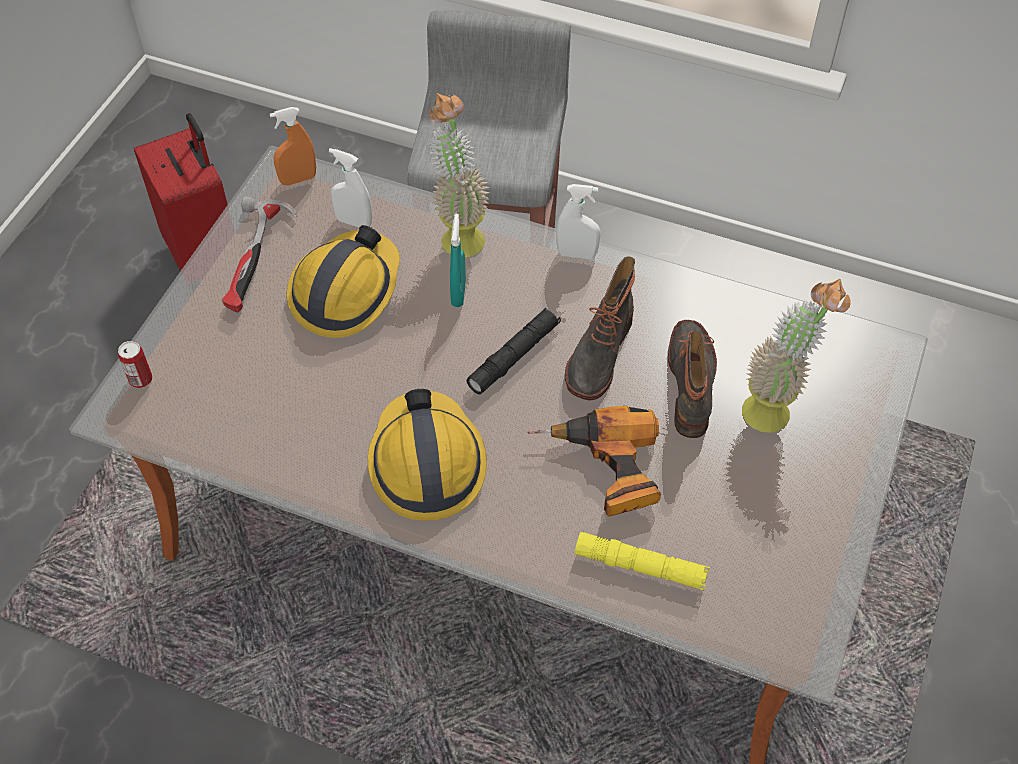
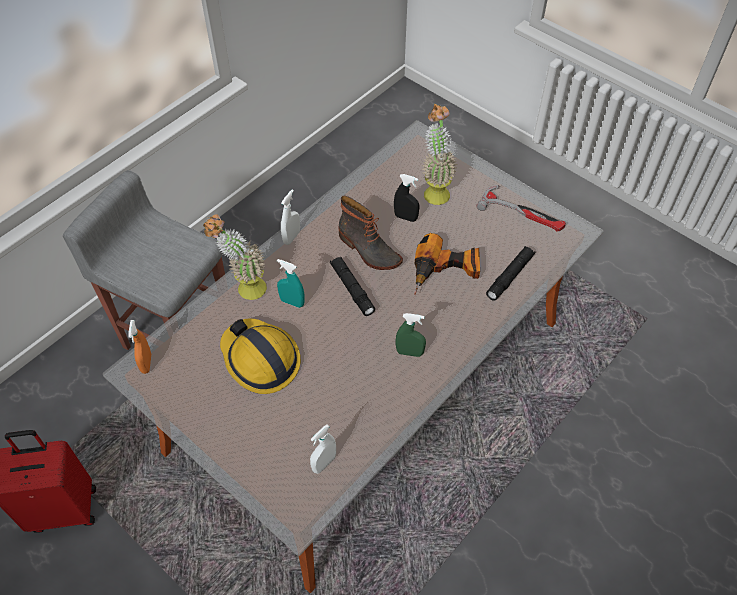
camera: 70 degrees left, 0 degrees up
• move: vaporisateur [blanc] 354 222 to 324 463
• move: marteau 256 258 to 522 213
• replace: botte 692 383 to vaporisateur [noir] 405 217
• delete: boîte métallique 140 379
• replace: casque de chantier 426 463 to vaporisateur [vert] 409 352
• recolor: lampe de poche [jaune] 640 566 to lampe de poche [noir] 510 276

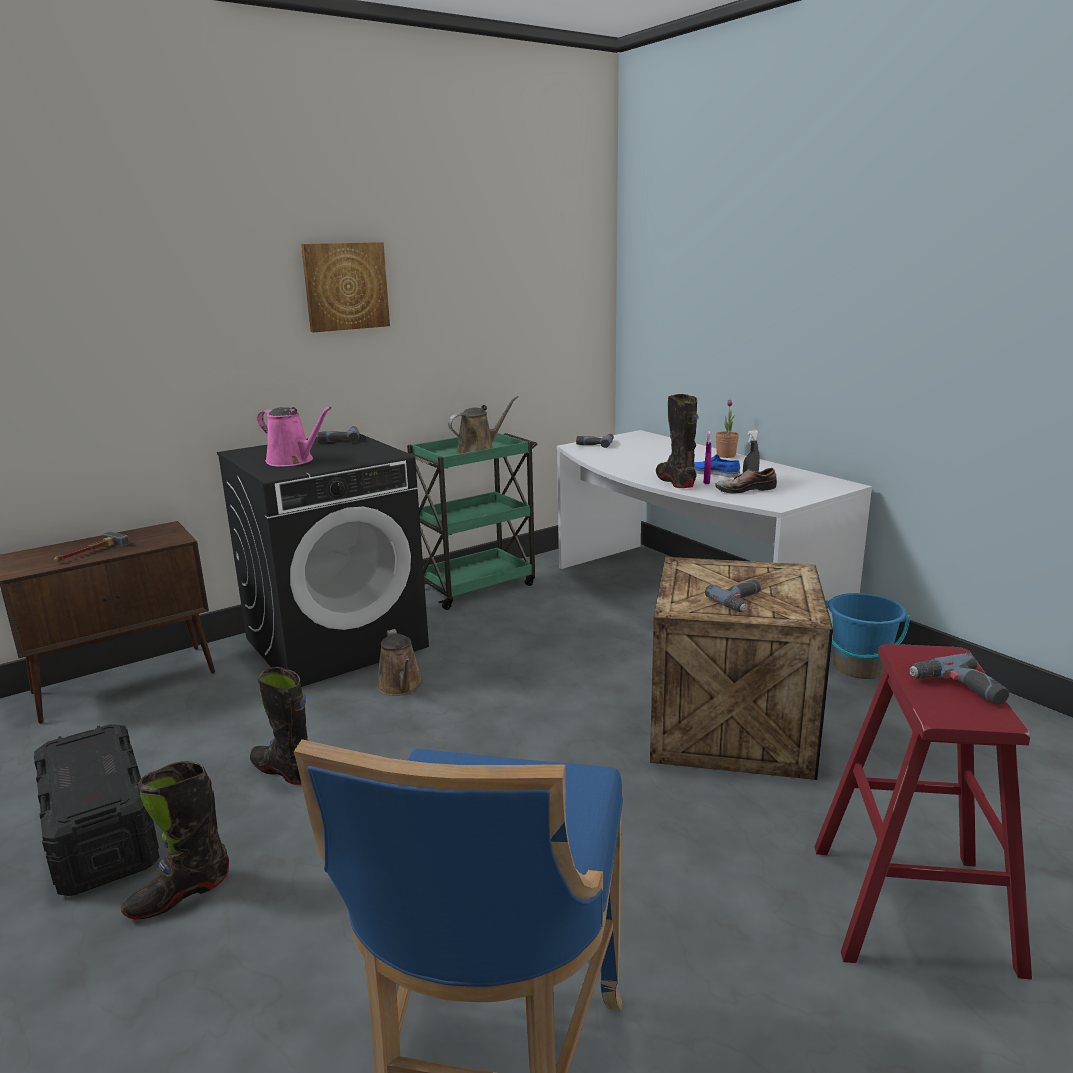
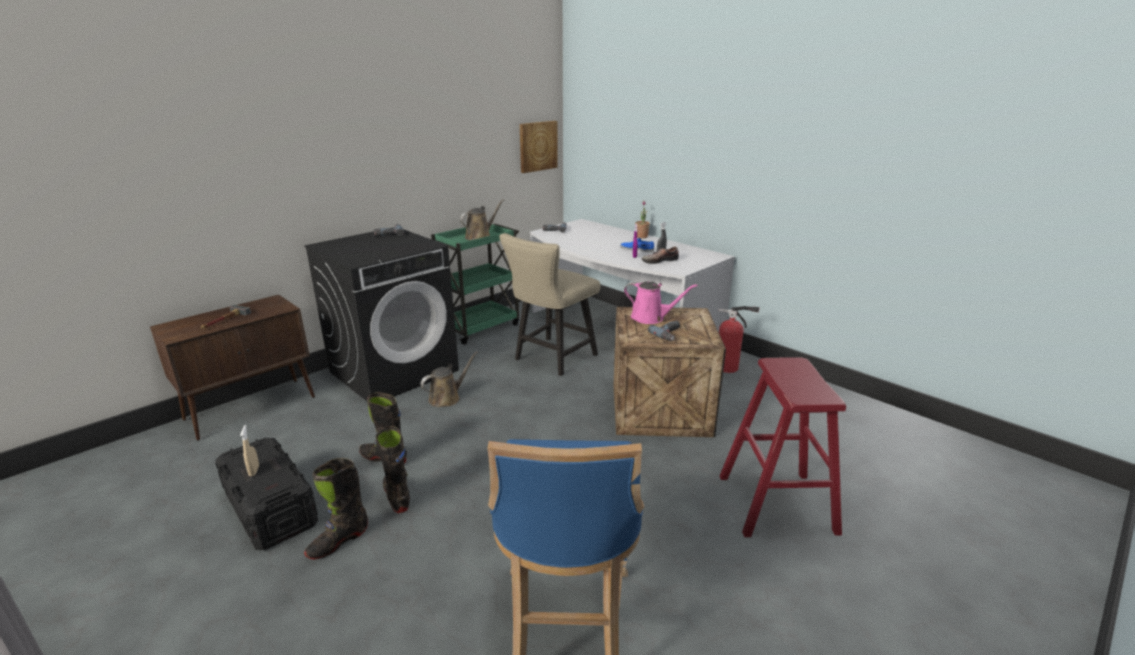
camera: 10 degrees left, 5 degrees up
• move: tableau 345 286 to 537 146
• move: botte [noir] 675 482 to 397 496
• move: arrosoir [rose] 293 461 to 651 318
• replace: seau [bleu] 859 668 to extincteur 729 368
• rotate: arrosoir [marron] 401 686 = 447 398 105 degrees counterclockwise
• delete: perceuse 958 689
• insert: chaise [beige] 551 359
• insert: vaporisateur [beige] 254 471

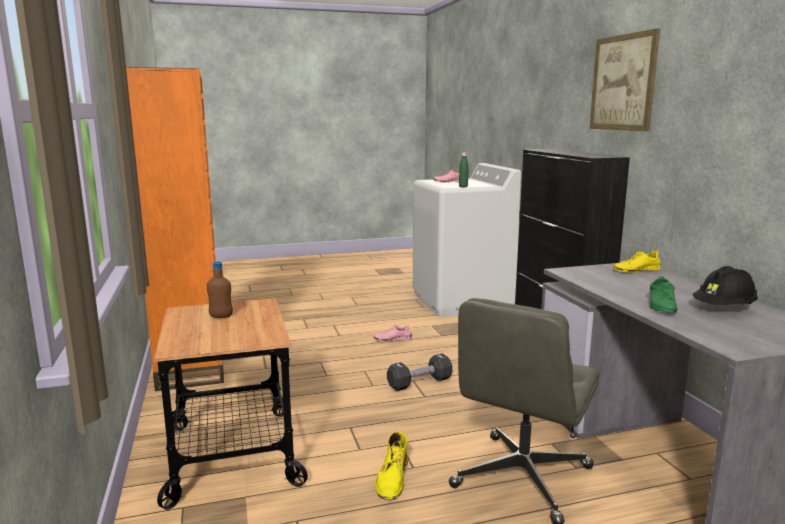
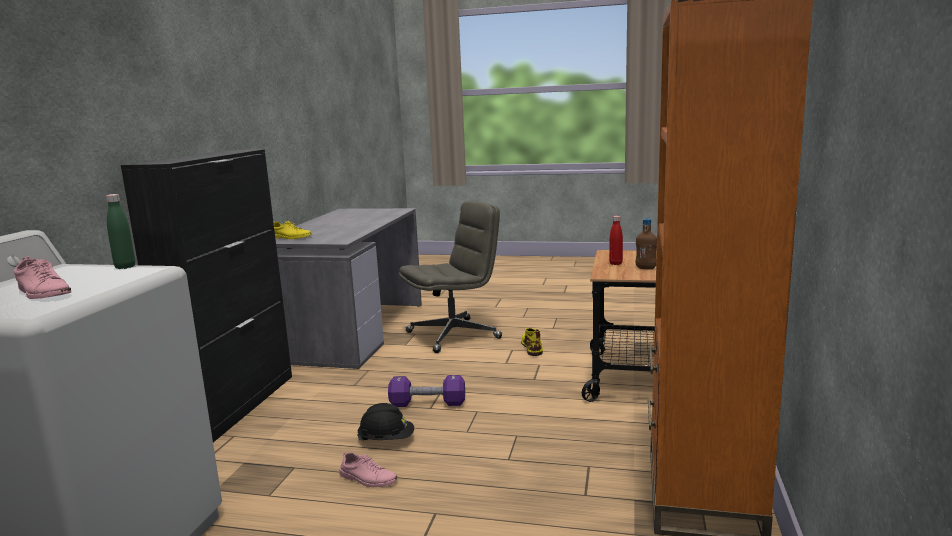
camera: 150 degrees left, 0 degrees up
• delete: tableau 623 83
• move: casque de chantier [noir] 724 309 to 387 440
• delete: chaussure [vert] 662 305
• recolor: haltère [noir] 419 383 to haltère [violet] 427 403
• rotate: botte [jaune] 392 479 = 532 347 45 degrees counterclockwise
• insert: bouteille [rouge] 615 263

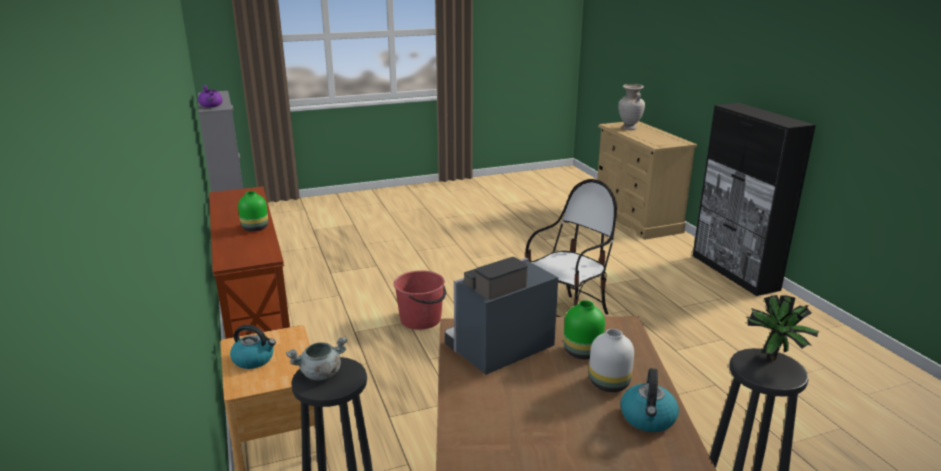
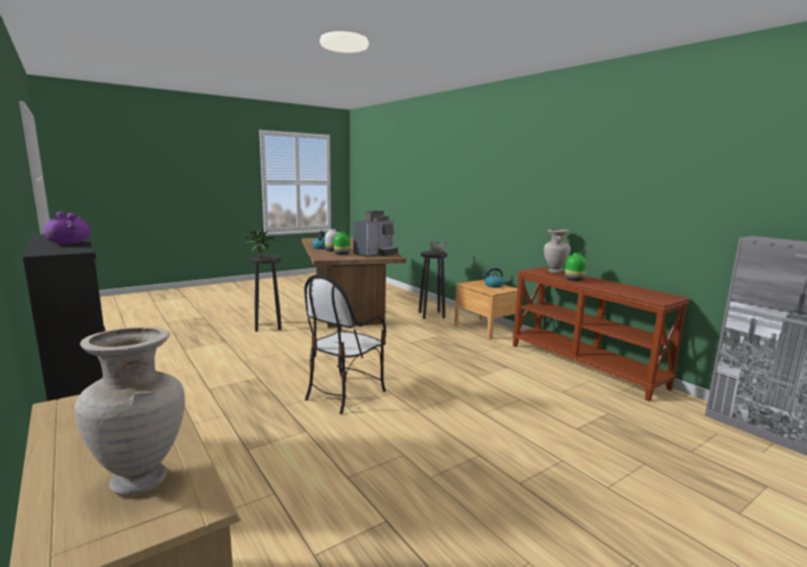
camera: 165 degrees right, 10 degrees down
• move: marmite [violet] 211 107 to 68 243
• delete: seau [rouge] 421 319
• insert: vase [beige] 554 271

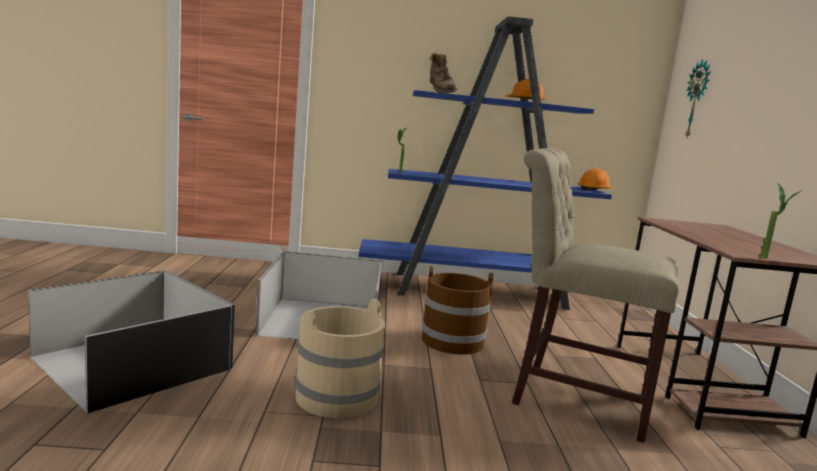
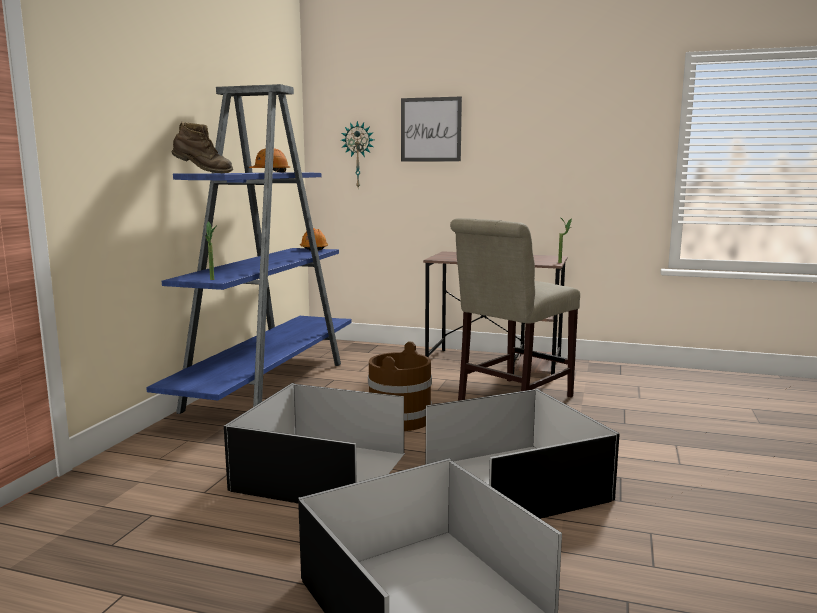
camera: 70 degrees left, 0 degrees up
• replace: seau [beige] 337 396 to boîte de rangement [noir] 513 481
• insert: tableau 431 129

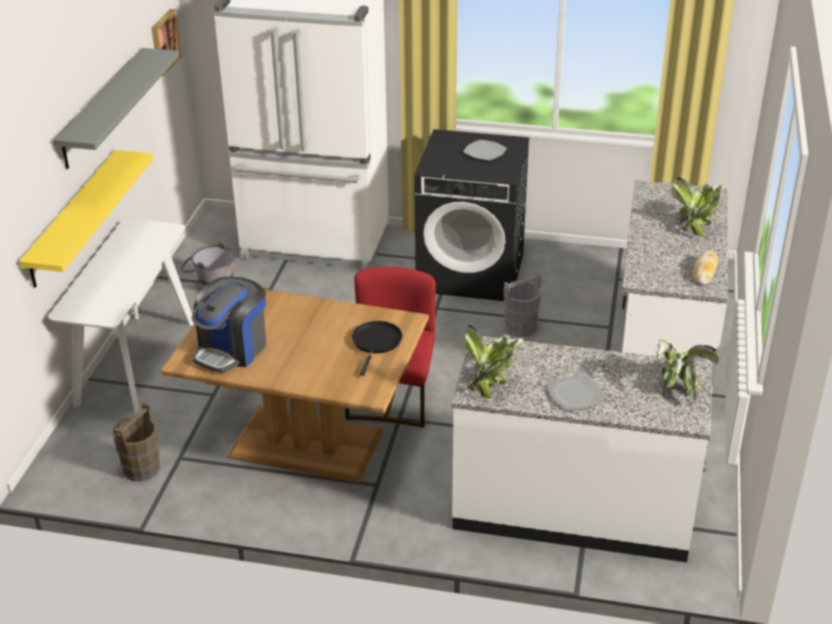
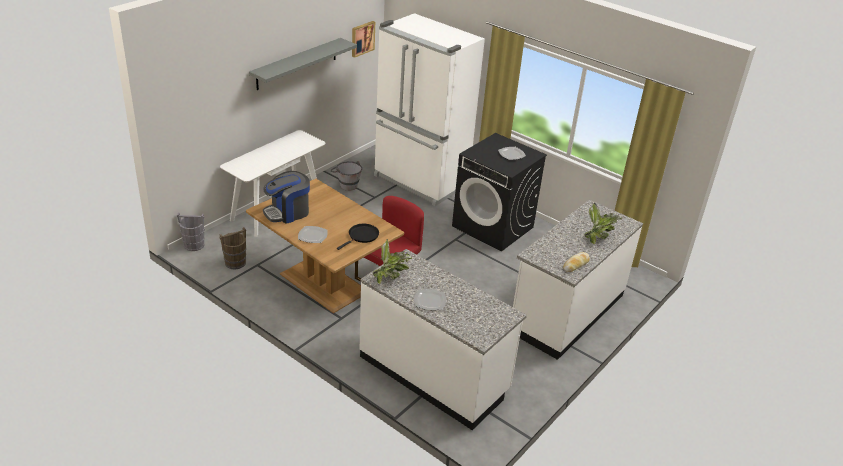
camera: 25 degrees right, 0 degrees up
• delete: étagère [jaune] 73 218
• move: seau [gris] 520 327 to 194 245
• delete: plante en pot 678 385
• insert: assiette 313 236

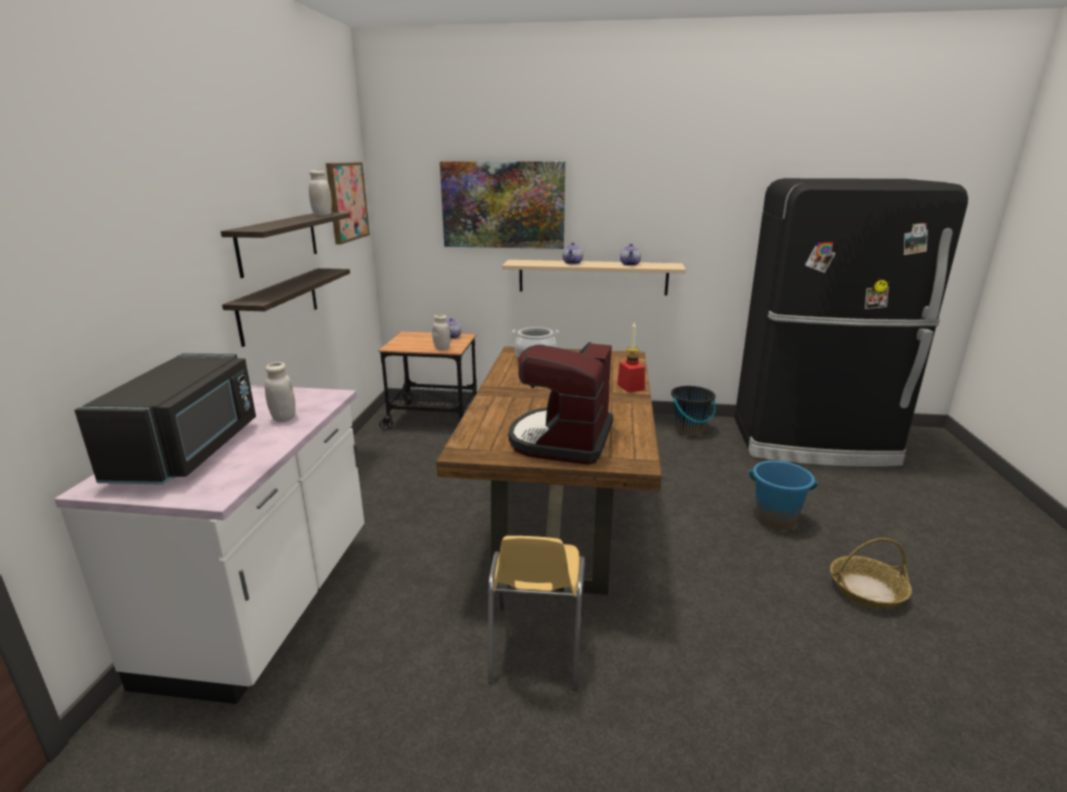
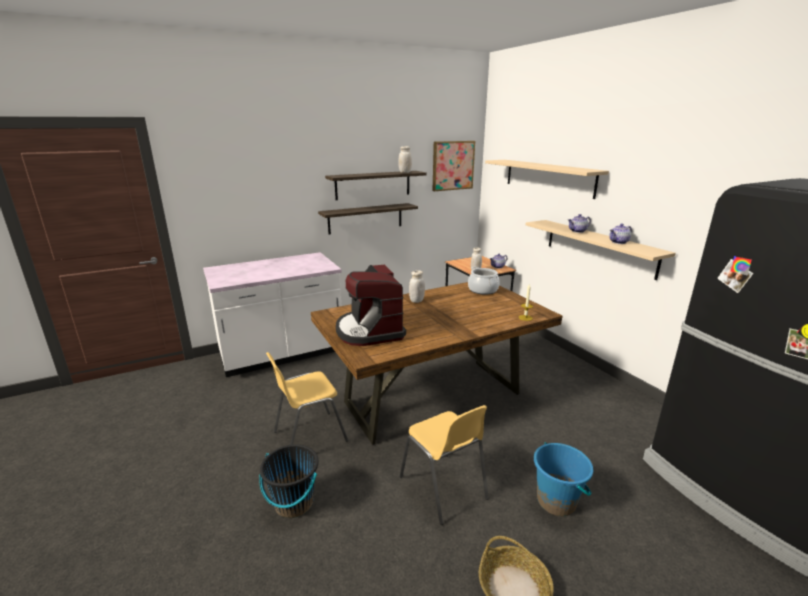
camera: 55 degrees right, 0 degrees up
• replace: tableau 503 205 to étagère [beige] 548 177
• rotate: machine à café 562 439 = 369 330 90 degrees counterclockwise
• delete: micro-ondes [noir] 190 450
• delete: bocal [rouge] 630 387
• move: bocal [blanc] 283 418 to 416 301
• move: seau [noir] 689 429 to 294 503
• insert: chaise [jaune] 443 488

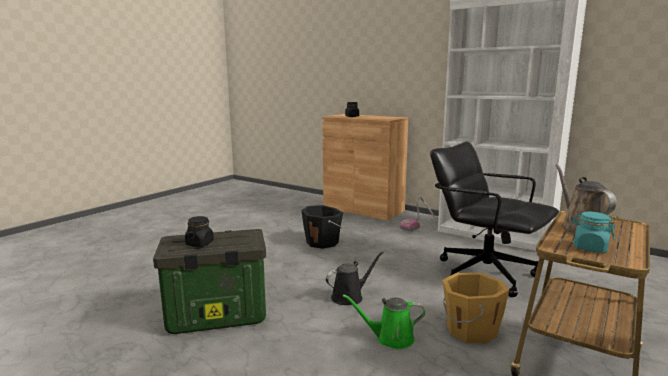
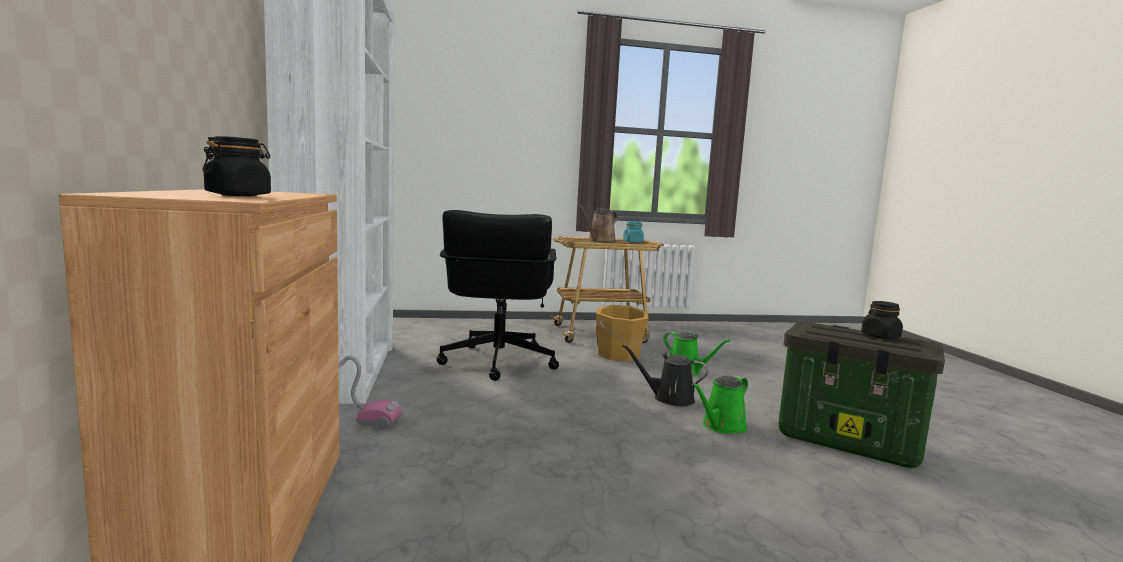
camera: 135 degrees left, 5 degrees down
• delete: seau [noir] 323 242
• insert: arrosoir [vert] 721 426

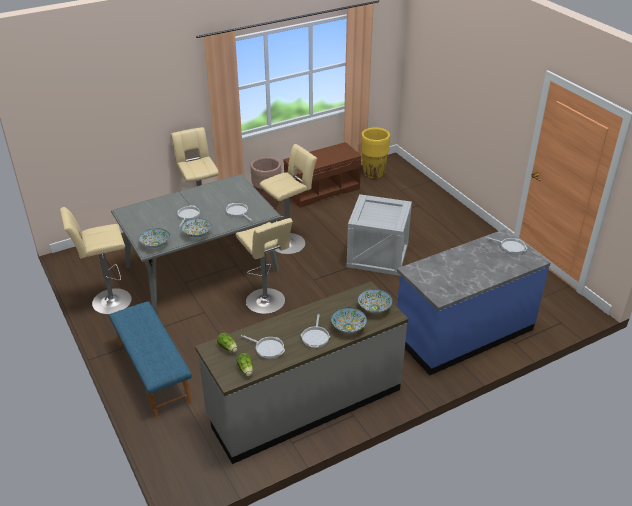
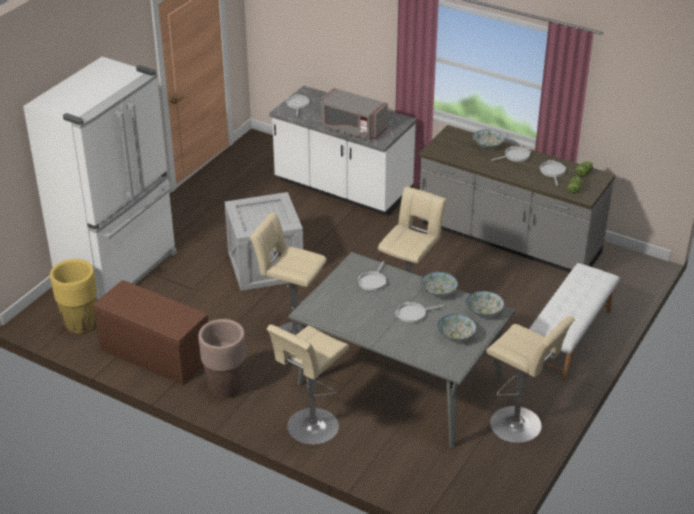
camera: 120 degrees left, 0 degrees up
• recolor: comptoir de cuisine [bleu] 463 332 to comptoir de cuisine [blanc] 342 188
• move: bol 374 308 to 456 335
• recolor: banc [bleu] 153 372 to banc [blanc] 570 339
• insert: réfrigérateur [blanc] 120 270
• insert: micro-ondes [gris] 352 129

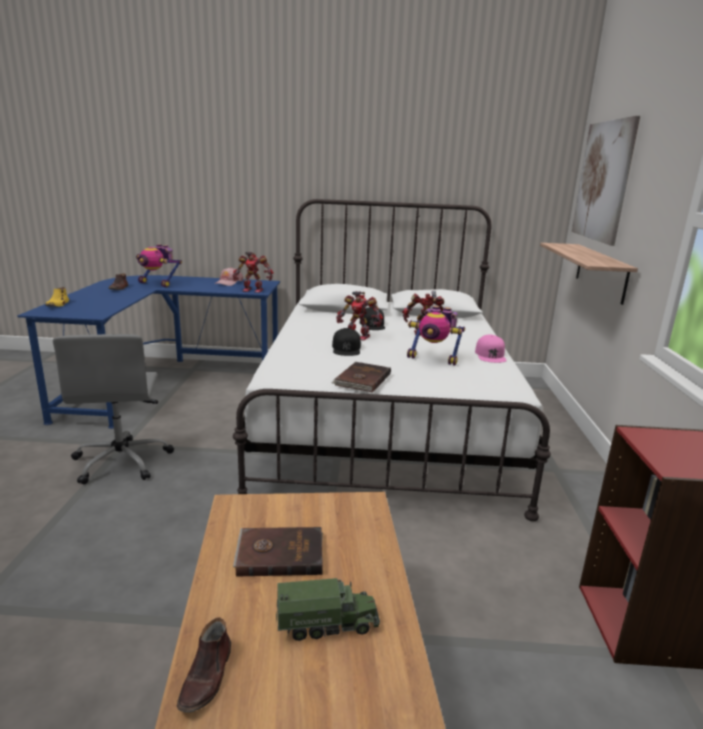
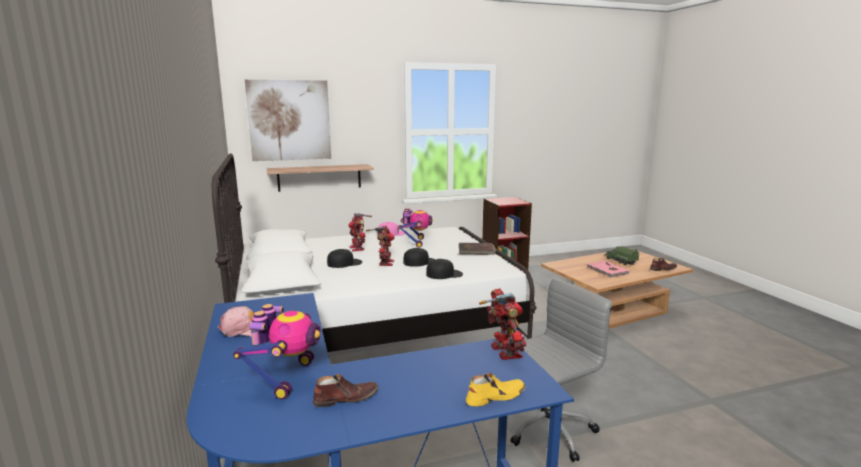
camera: 110 degrees left, 5 degrees down
• move: robot jouet 253 290 to 503 352
• recolor: livre [marron] 280 553 to livre [rose] 607 271
• insert: casquette [noir] 444 274

